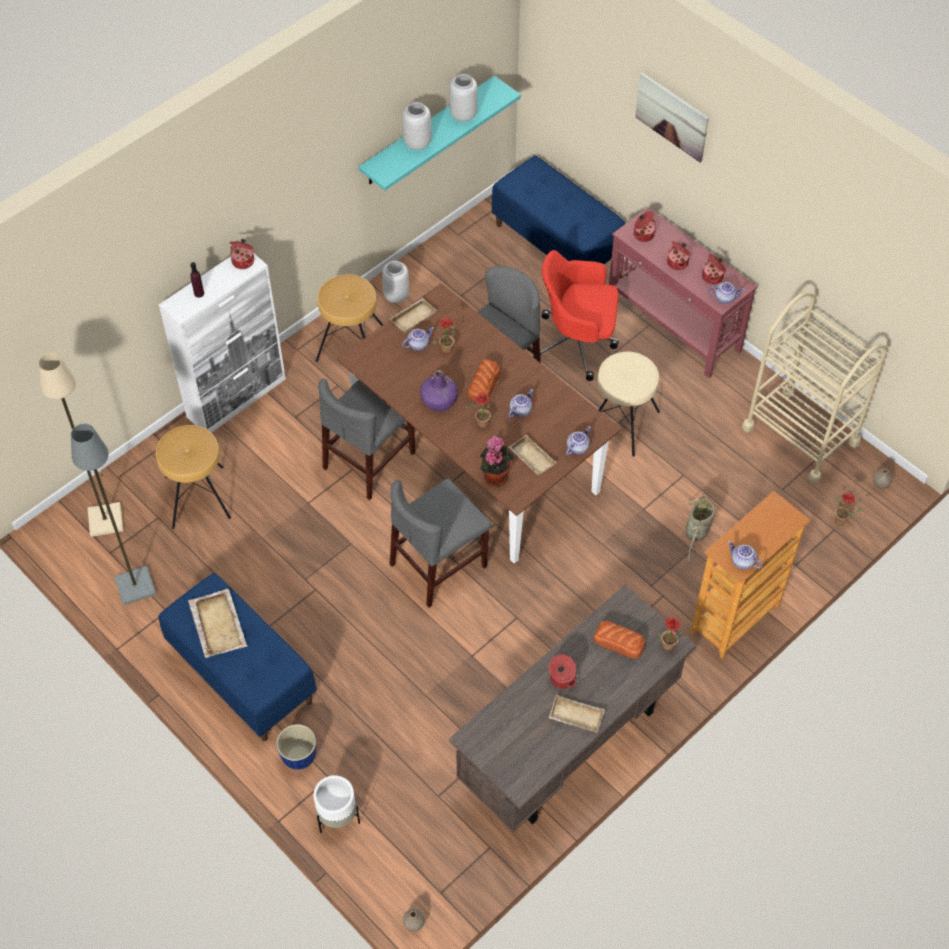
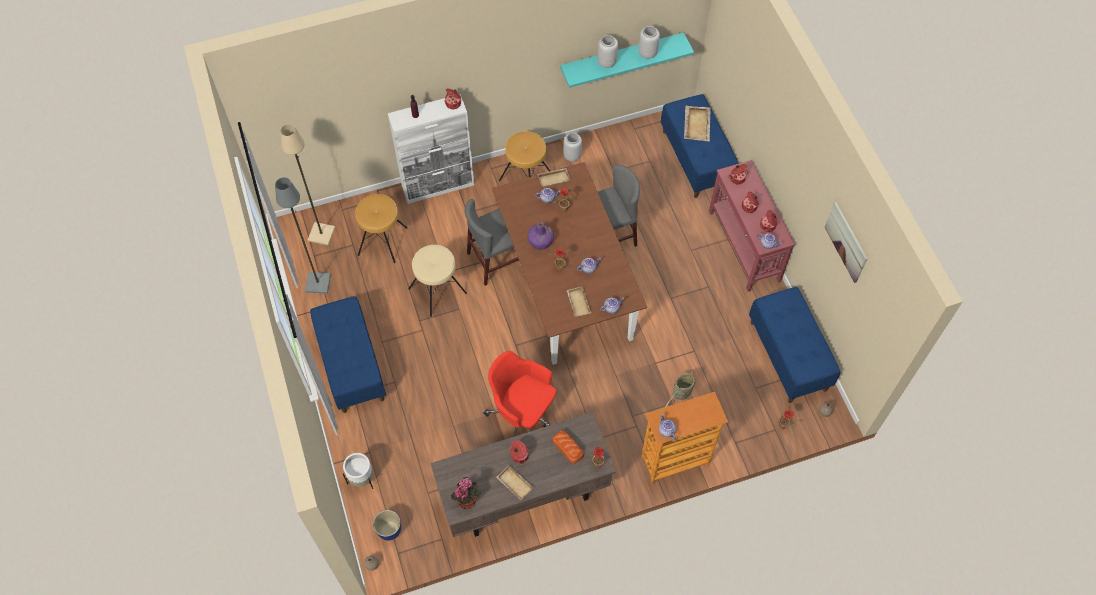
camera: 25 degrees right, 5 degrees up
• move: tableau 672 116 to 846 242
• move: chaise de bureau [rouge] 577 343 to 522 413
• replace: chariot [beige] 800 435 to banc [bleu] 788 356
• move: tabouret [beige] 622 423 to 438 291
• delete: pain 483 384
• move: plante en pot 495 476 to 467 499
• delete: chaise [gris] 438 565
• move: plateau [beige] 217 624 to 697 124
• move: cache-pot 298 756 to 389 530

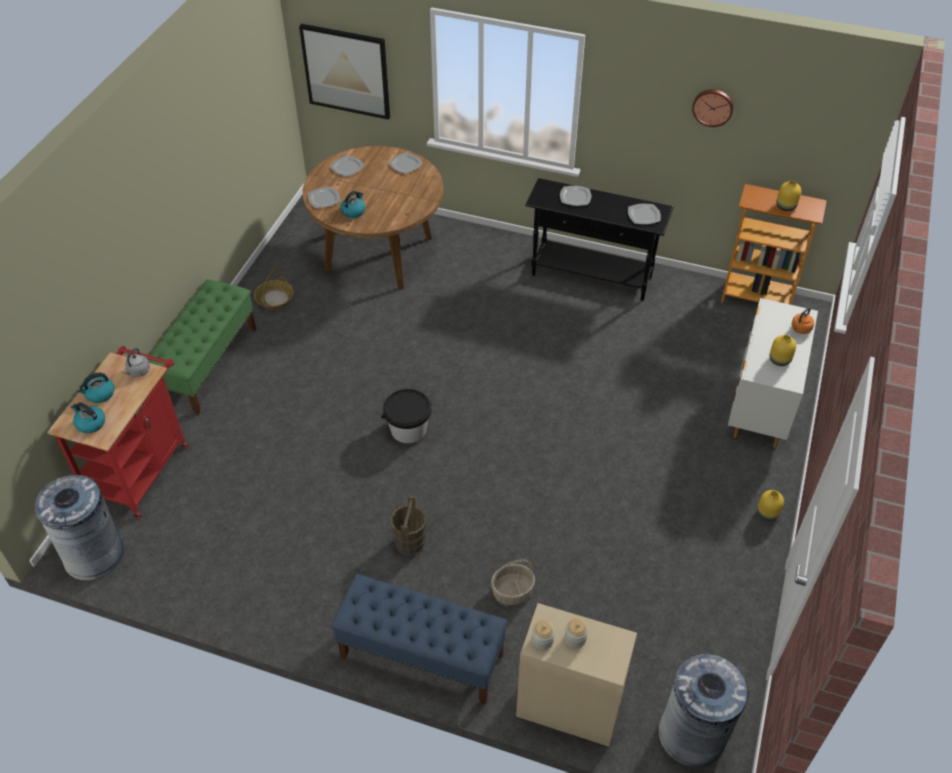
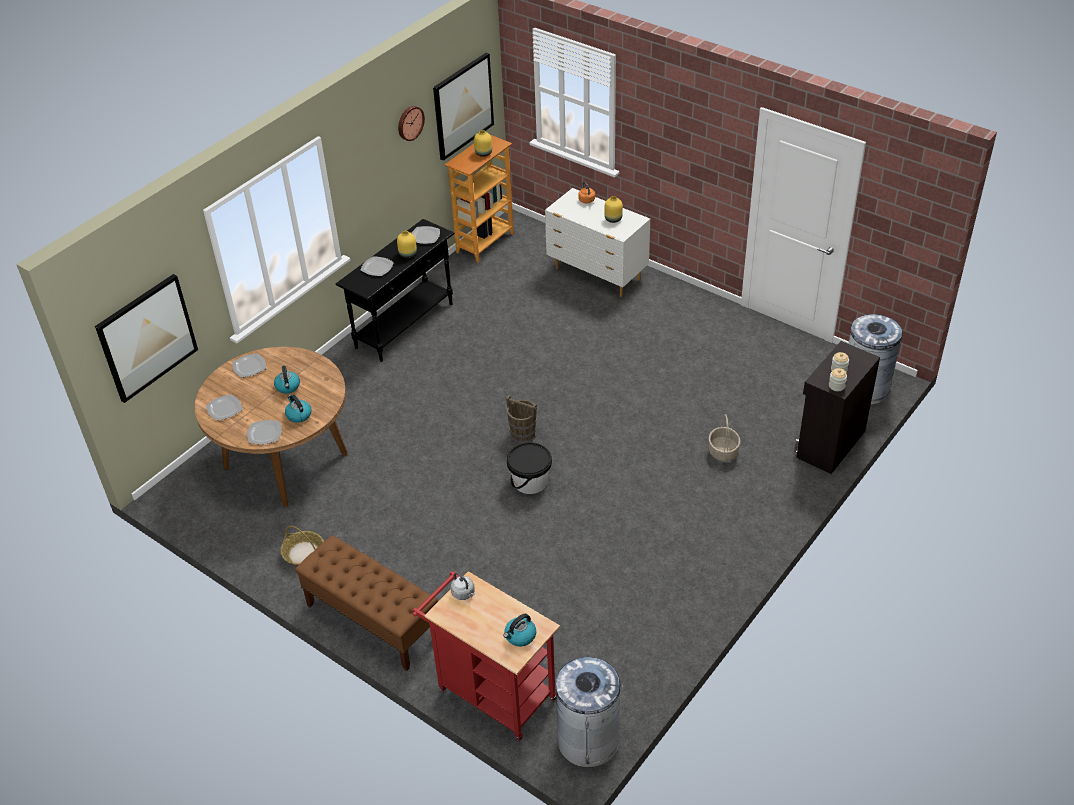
camera: 70 degrees left, 5 degrees down
• recolor: banc [vert] 208 364 to banc [marron] 372 621
• move: bouilloire 100 394 to 288 387
• move: vase [jaune] 767 513 to 408 254
• move: seau [marron] 410 543 to 523 435
• delete: banc [bleu] 421 656
• recolor: meuble de rangement [beige] 568 706 to meuble de rangement [noir] 829 444
• insert: tableau 463 106

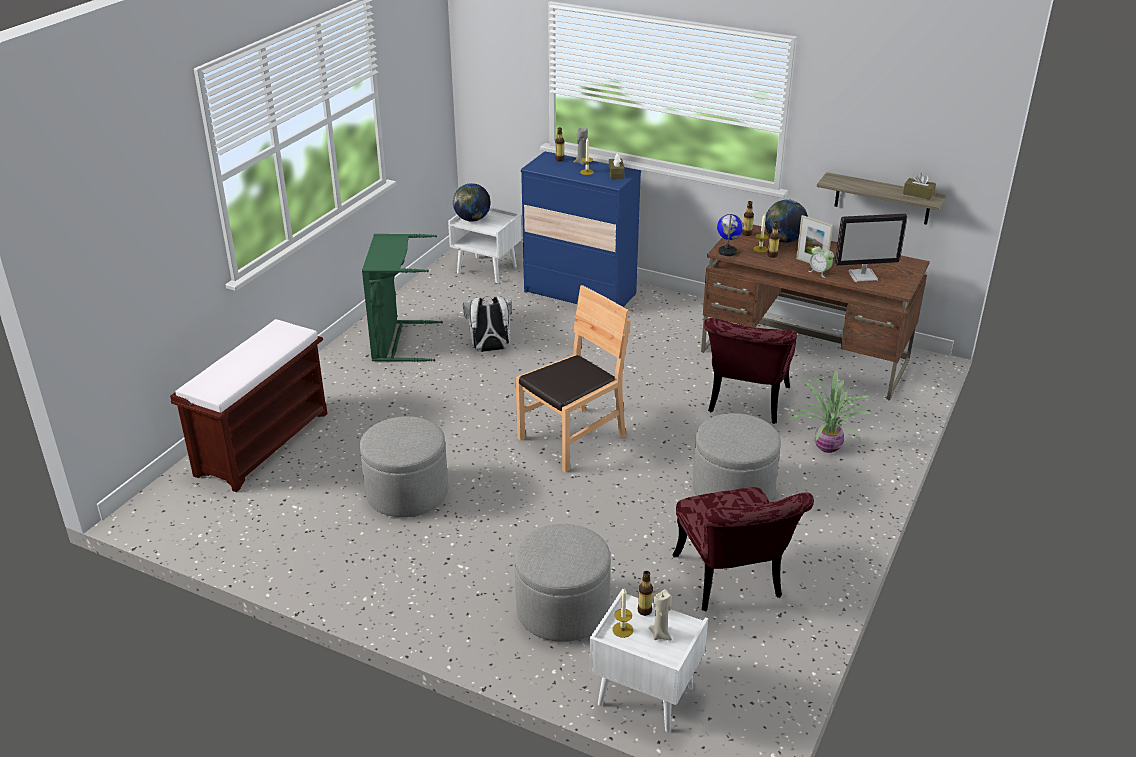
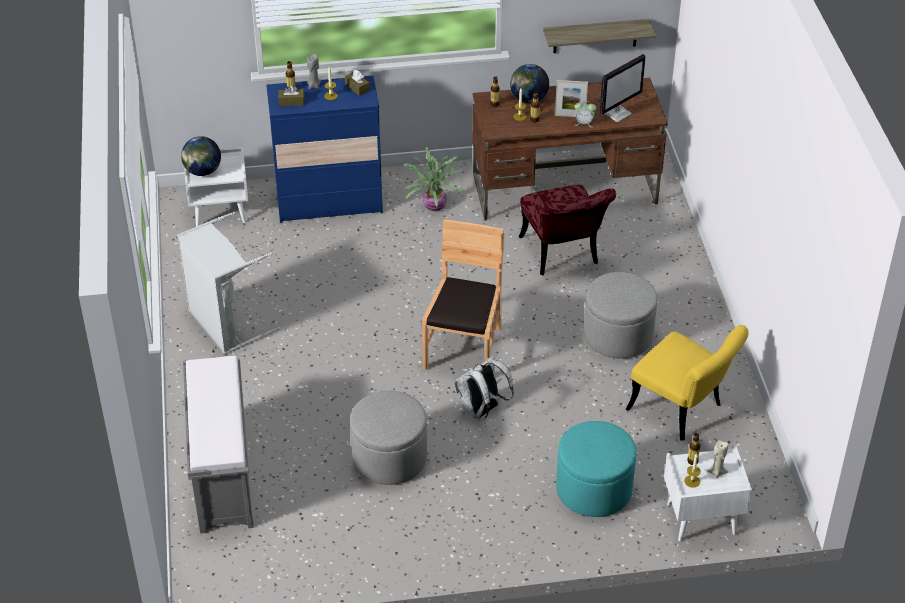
camera: 35 degrees left, 10 degrees up
• move: boîte à mouchoirs [marron] 918 194 to 291 102
• delete: globe 727 252
• recolor: panier à linge [vert] 398 342 to panier à linge [gris] 225 324
• move: sac à dos [blanc] 490 349 to 482 410
• recolor: banc [marron] 263 443 to banc [gris] 222 475
• move: plante en pot 827 446 to 434 205
• recolor: chaise [rouge] 732 584 to chaise [jaune] 682 411
• recolor: pouf [gris] 562 610 to pouf [turquoise] 594 489

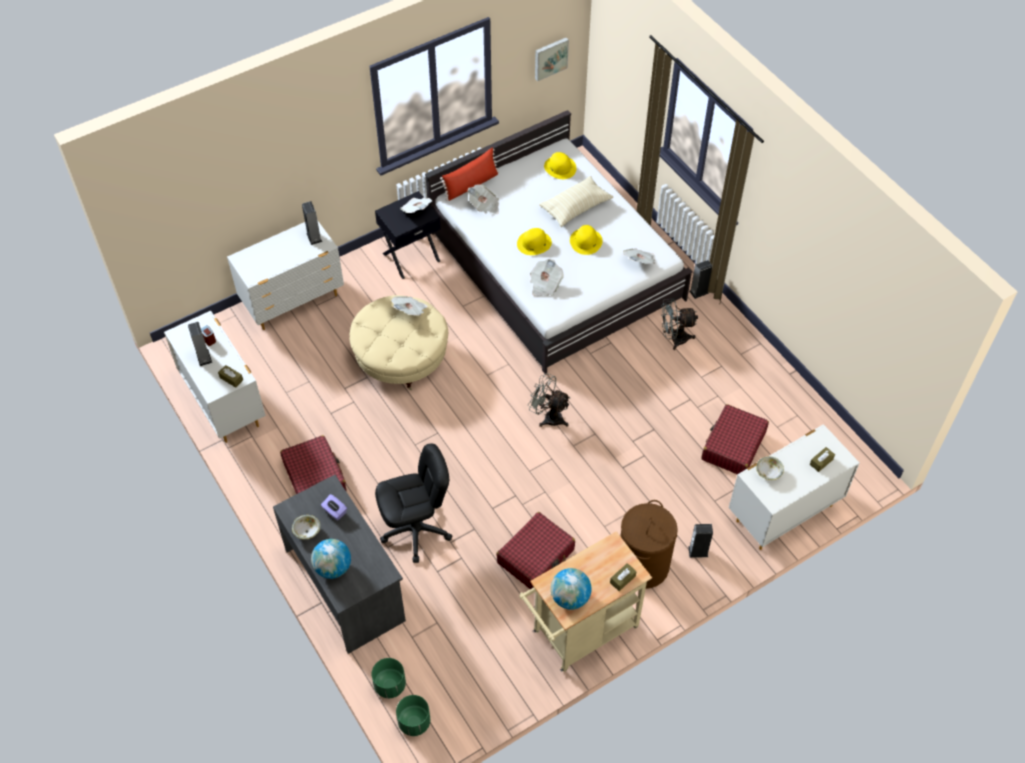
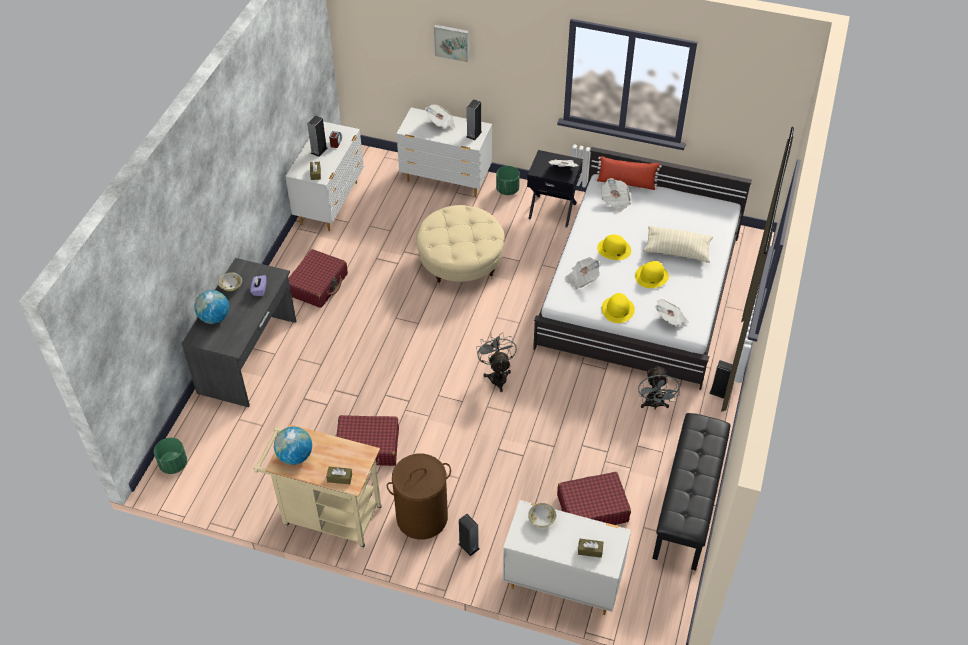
camera: 50 degrees right, 5 degrees down
• move: tableau 550 58 to 452 42
• move: chapeau [jaune] 560 167 to 618 309
• move: journal 410 311 to 441 123
• rotate: ventilateur [gris] 674 339 = 654 405 135 degrees counterclockwise
• delete: chaise de bureau [noir] 416 530
• move: cache-pot [vert] 389 685 to 507 189
• insert: banc [noir] 688 504

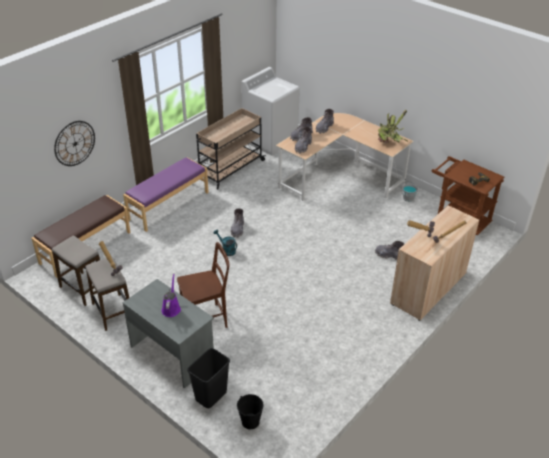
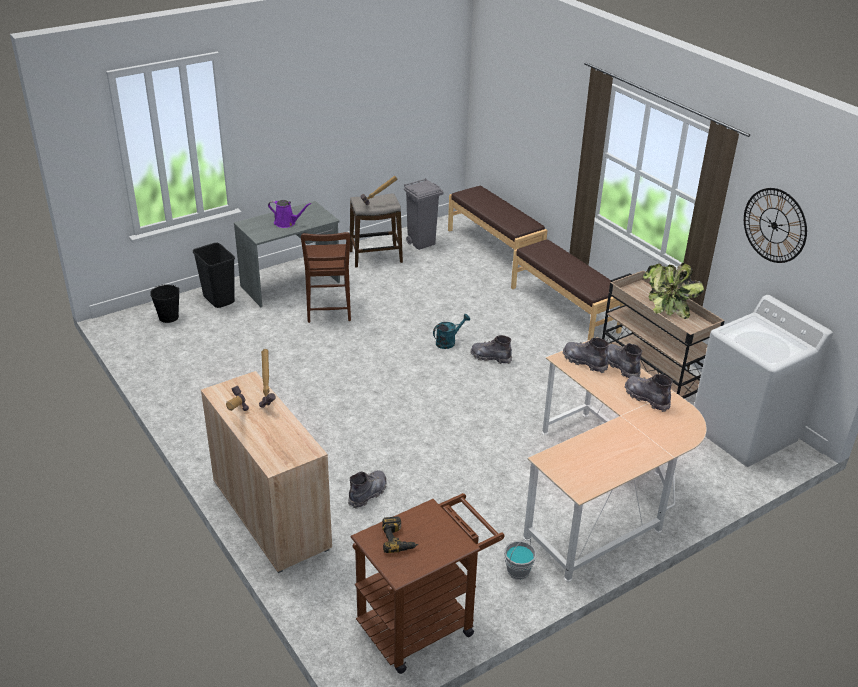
camera: 105 degrees right, 5 degrees down
• move: plante en pot 389 143 to 665 308
• move: horloge murale 75 143 to 774 225
• recolor: banc [violet] 168 205 to banc [marron] 564 309
• replace: tabouret 83 289 to poubelle [gris] 422 243

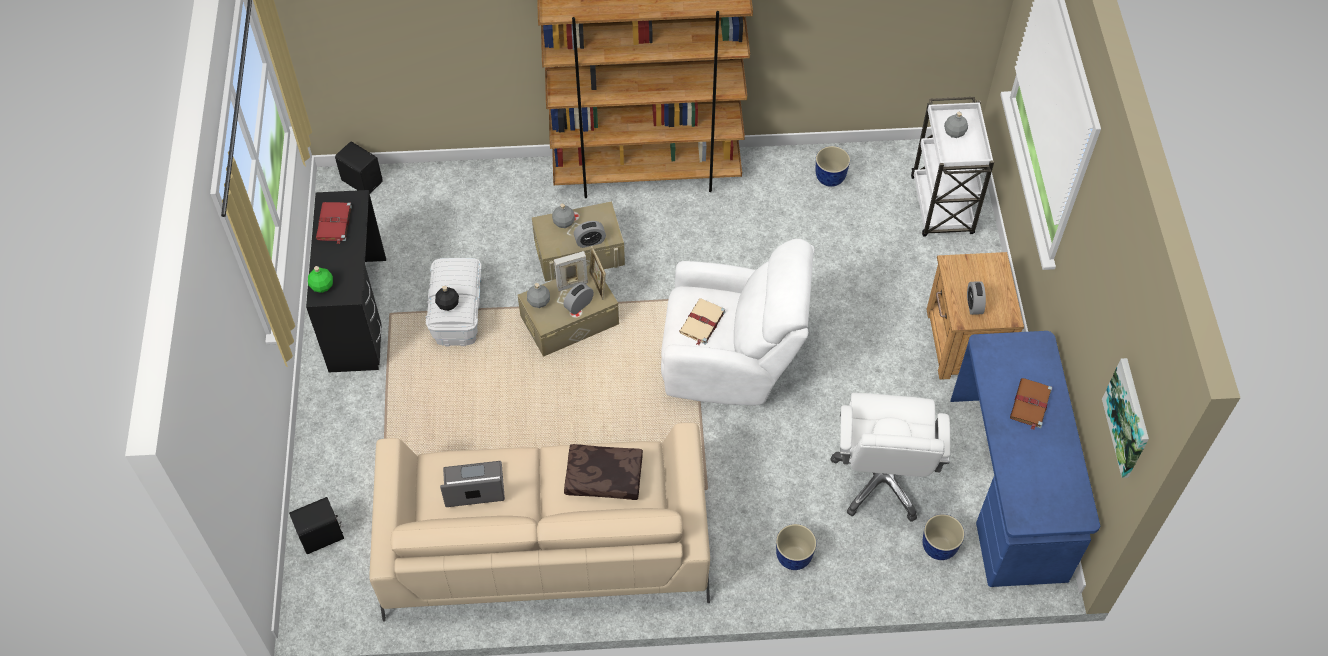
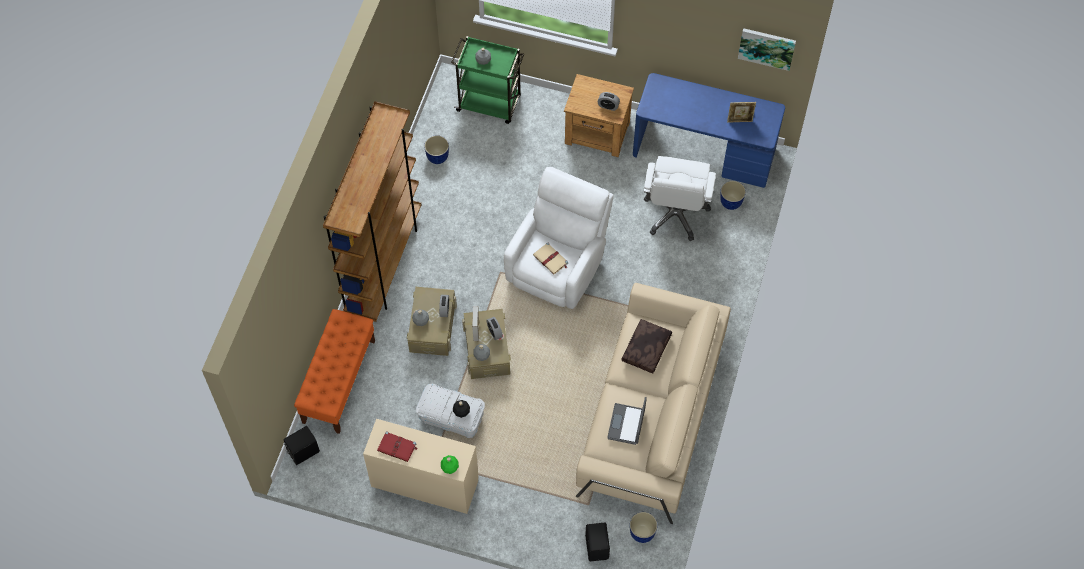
camera: 70 degrees left, 5 degrees up
• recolor: chariot [blanc] 942 207 to chariot [vert] 490 104
• recolor: bureau [noir] 357 314 to bureau [beige] 424 483
• move: cadre photo 597 285 to 739 120
• delete: livre [marron] 1030 405
• rotate: chaise de bureau [blanc] 882 479 = 675 214 75 degrees clockwise
• move: cache-pot 793 557 to 642 533
• insert: banc [orange] 339 381

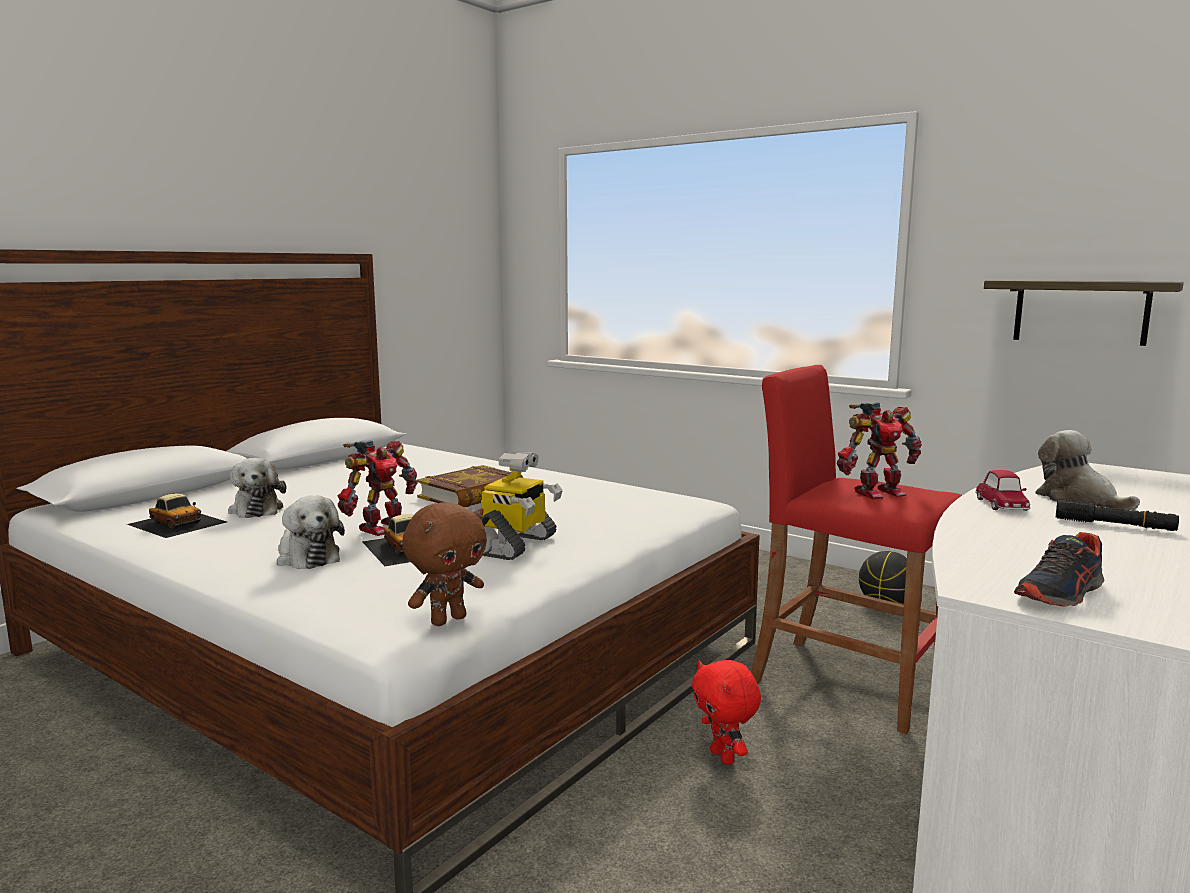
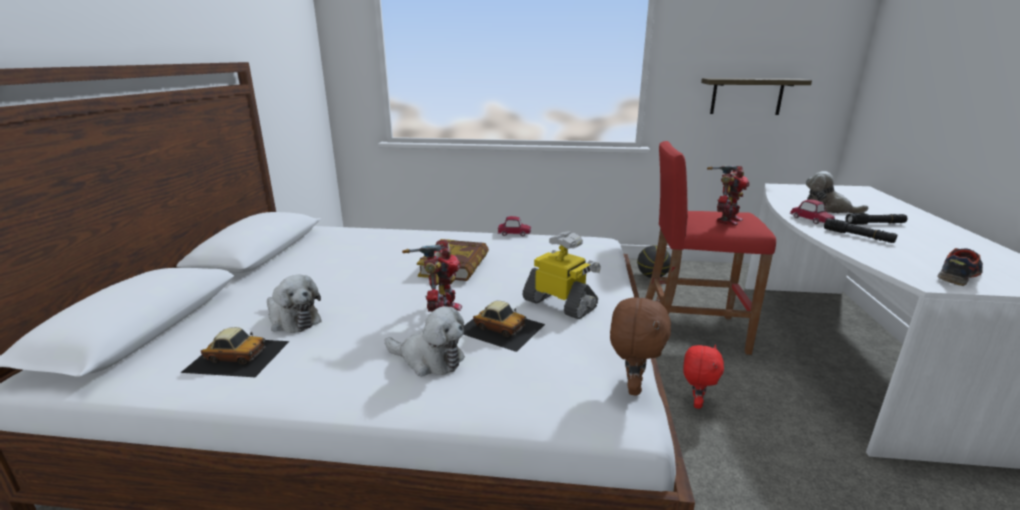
camera: 30 degrees left, 10 degrees up
• rotate: robot jouet 515 545 = 561 304 45 degrees counterclockwise
• rotate: chaussure 1061 593 = 957 275 150 degrees counterclockwise
• rotate: peluche [rouge] 724 757 = 695 402 105 degrees counterclockwise
• insert: petite voiture 514 233
• insert: lampe de poche [noir] 858 236

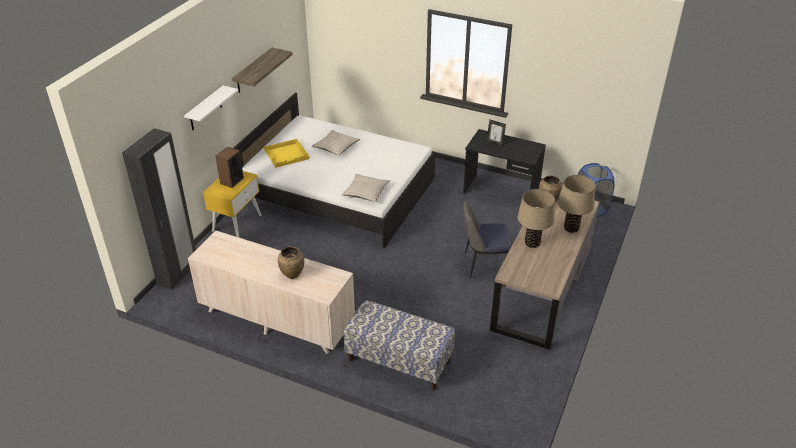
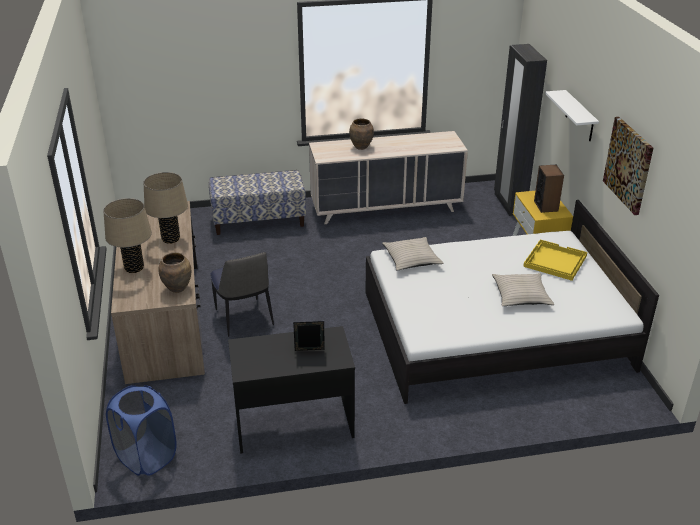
camera: 145 degrees right, 5 degrees down
• replace: étagère 253 71 to tableau 629 165
• rotate: chaise 484 265 = 244 319 105 degrees clockwise

